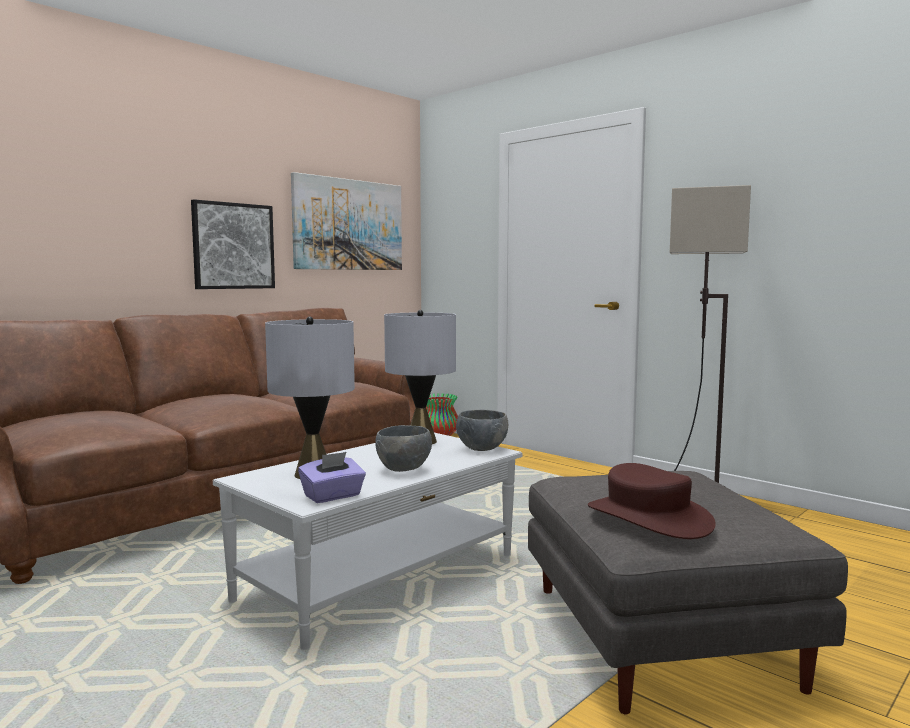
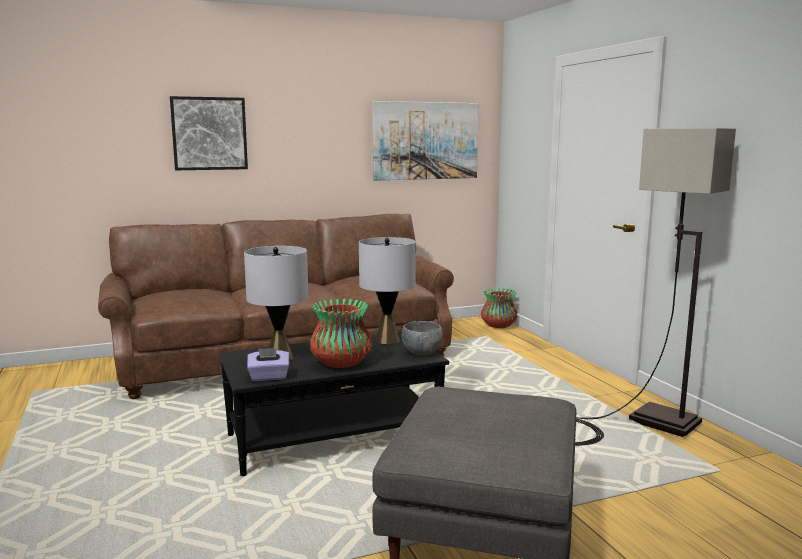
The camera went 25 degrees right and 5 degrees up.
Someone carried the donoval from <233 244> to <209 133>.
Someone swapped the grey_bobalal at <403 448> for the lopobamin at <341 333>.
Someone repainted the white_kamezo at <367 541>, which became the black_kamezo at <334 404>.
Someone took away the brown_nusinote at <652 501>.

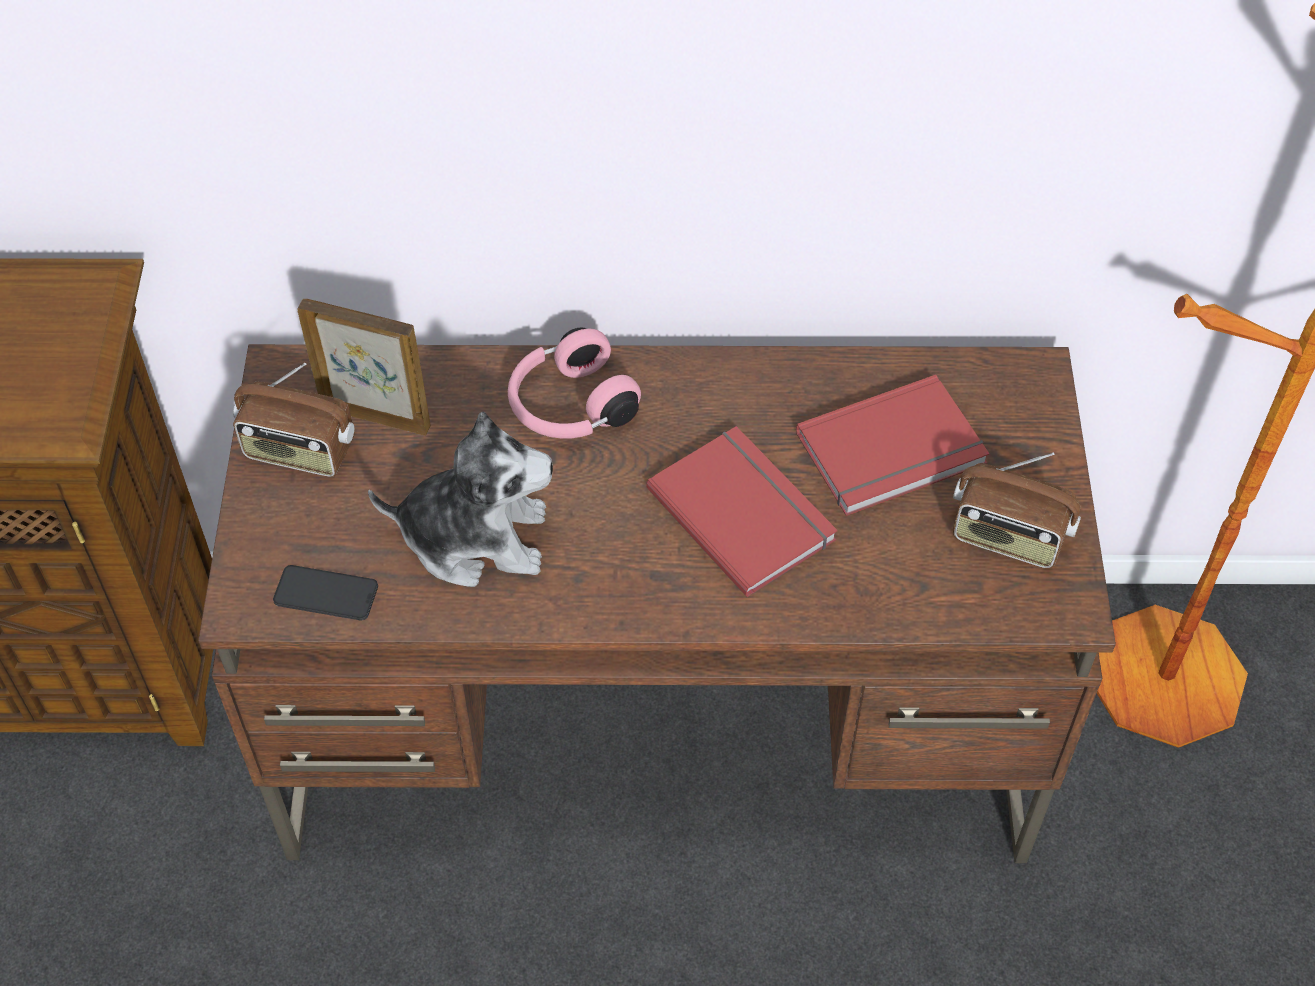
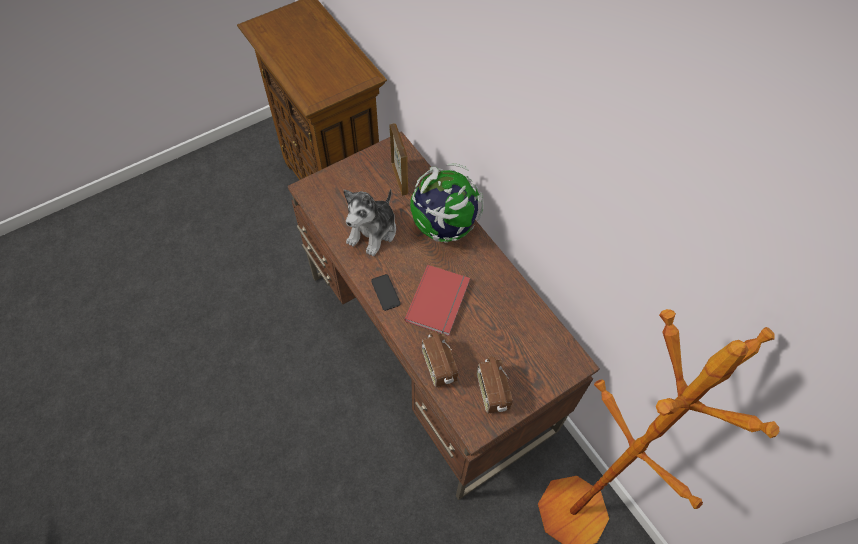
The camera went 55 degrees right and 5 degrees up.
Someone swapped the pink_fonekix at <574 383> for the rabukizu at <447 203>.
Someone carried the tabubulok from <293 420> to <440 359>.
Someone took away the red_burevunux at <892 445>.
Someone rotated the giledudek at <460 499> by 60 degrees clockwise.
Someone carried the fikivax from <325 592> to <385 292>.

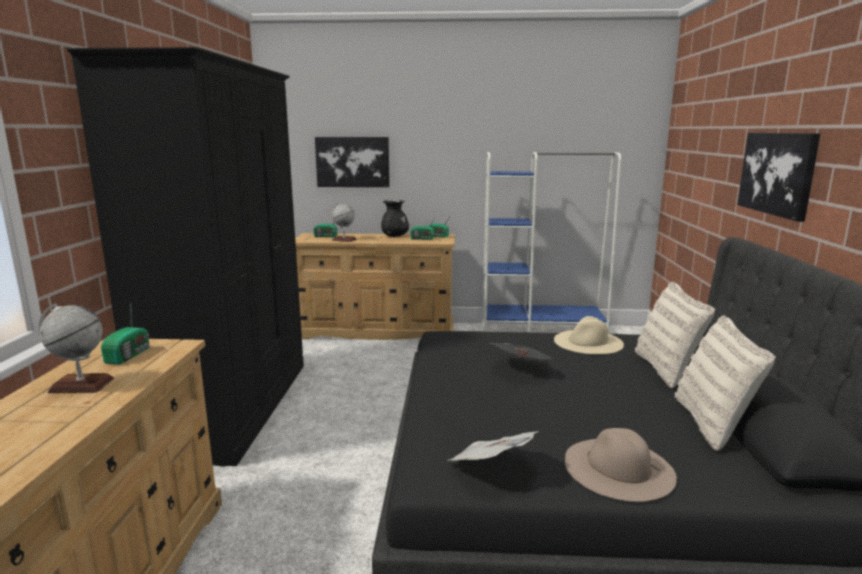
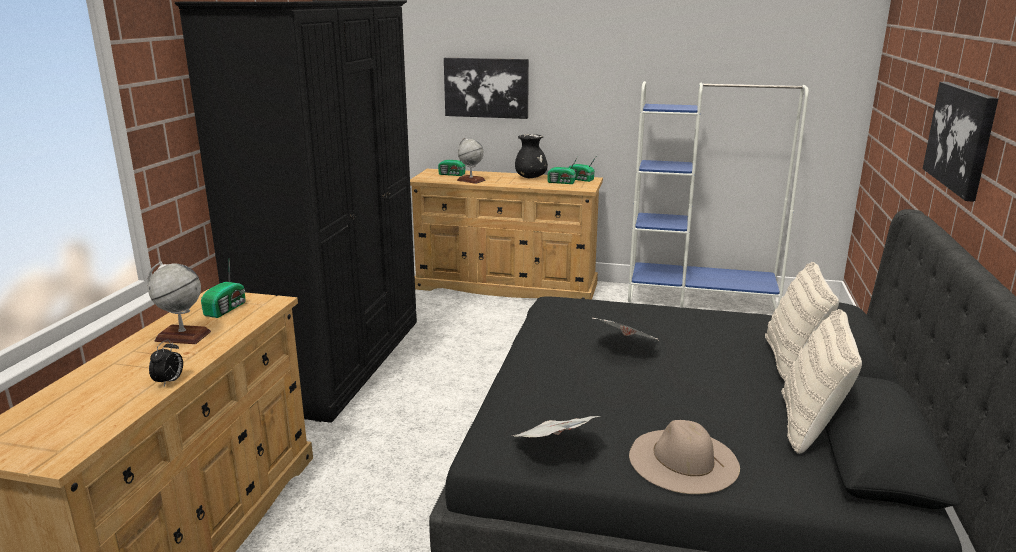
The camera went 10 degrees right and 5 degrees up.
Someone took away the beige_nusinote at <589 335>.
Someone put down the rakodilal at <166 363>.

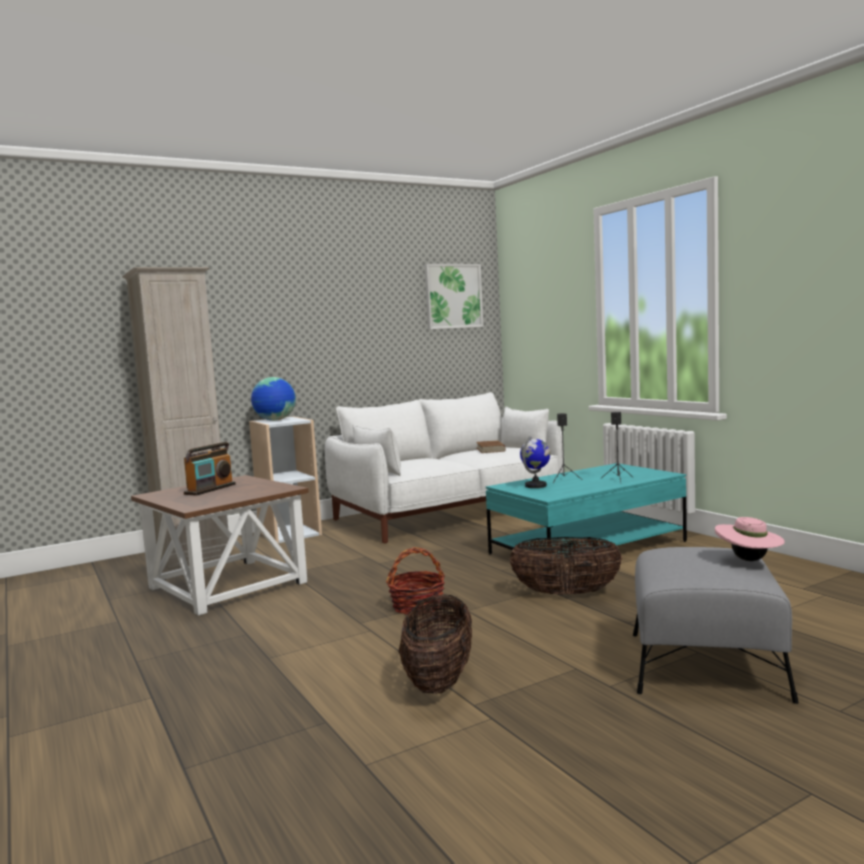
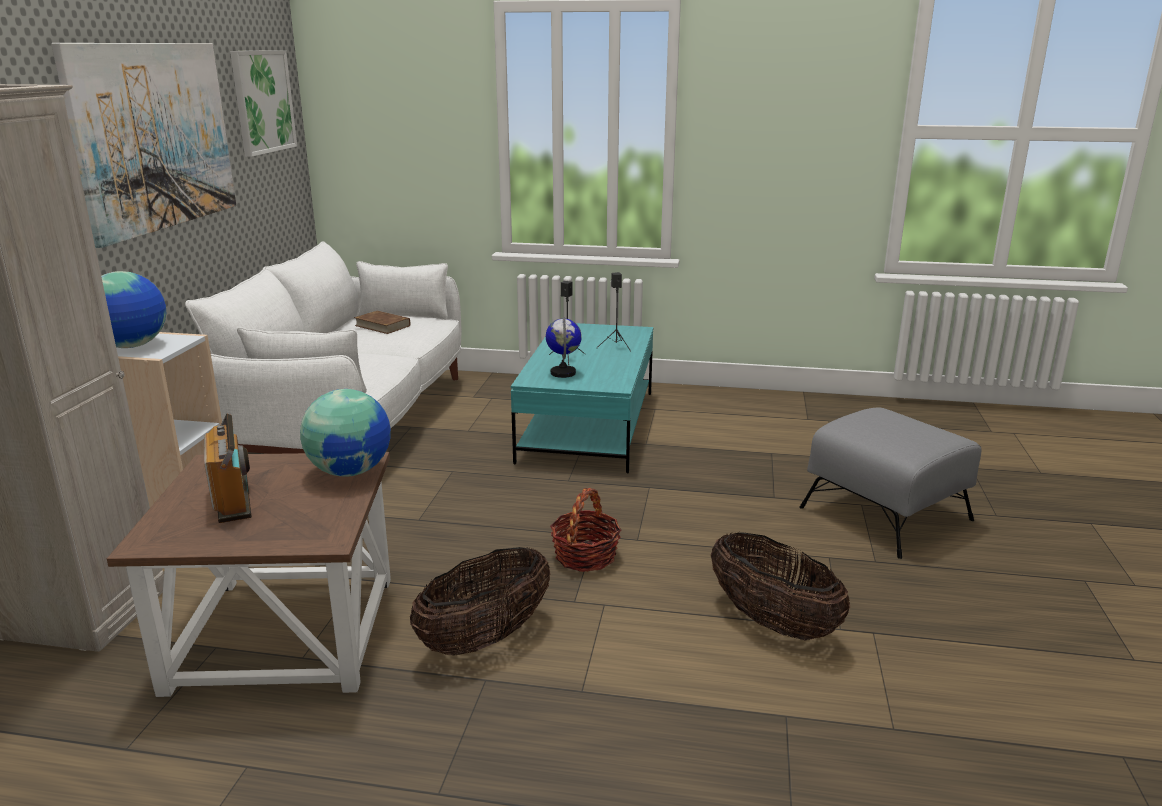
The camera went 50 degrees left and 15 degrees up.
Someone took away the pink_nusinote at <750 539>.
Someone carried the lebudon from <566 566> to <480 601>.
Someone put up the donoval at <143 145>.
Someone put down the rabukizu at <345 433>.

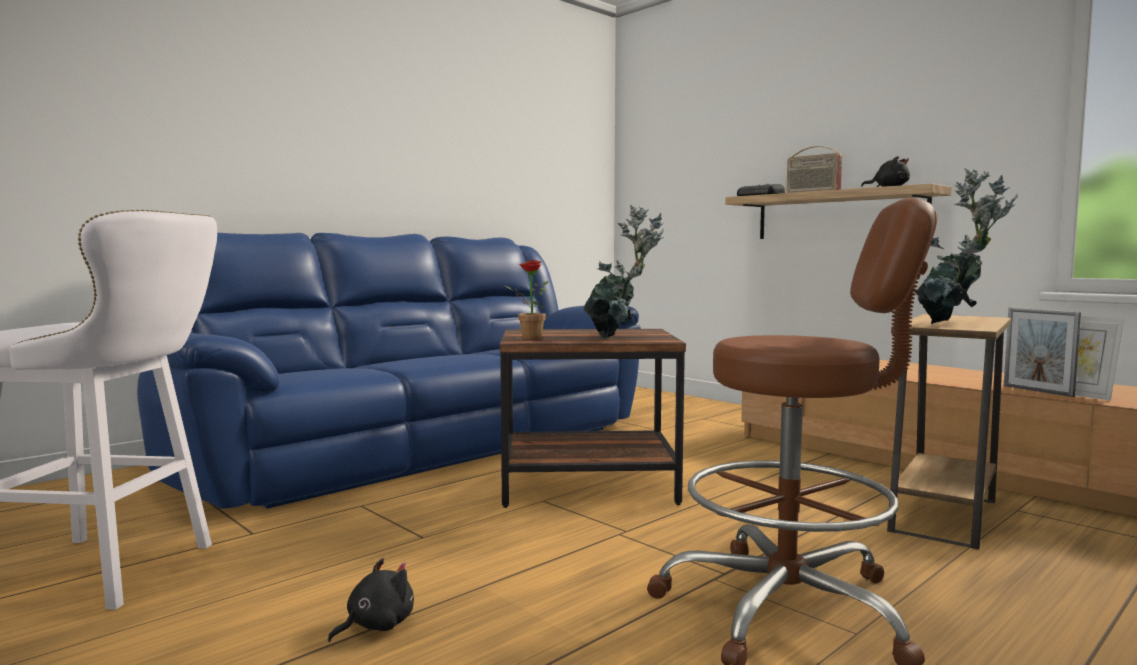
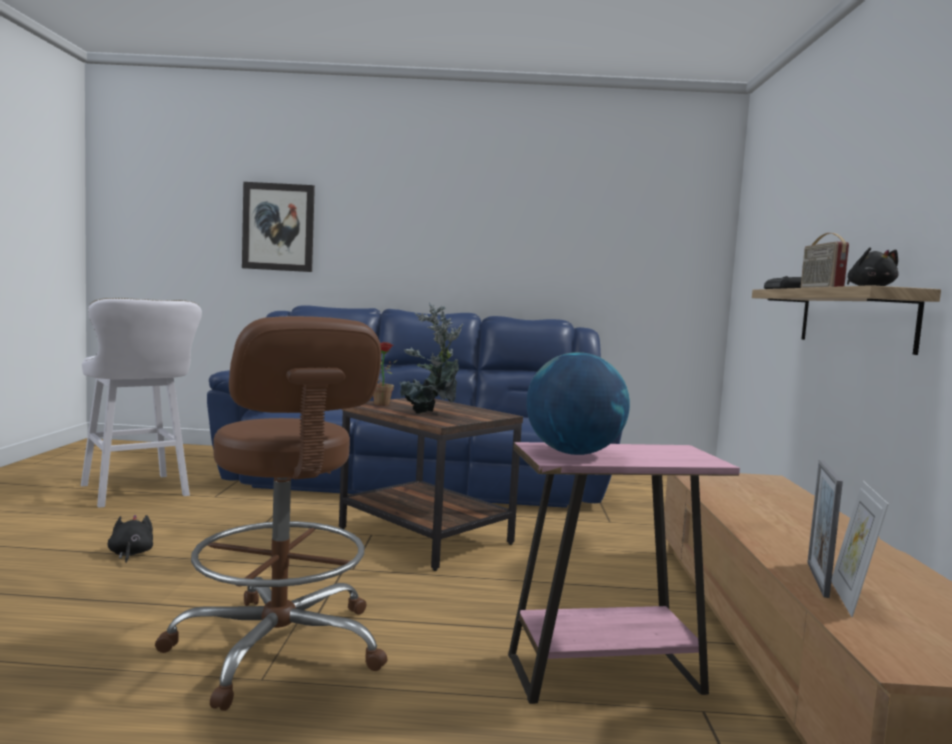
The camera went 45 degrees right and 0 degrees up.
Someone swapped the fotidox at <966 246> for the rabukizu at <578 403>.
Someone repainted the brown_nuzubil at <949 432>, which became the pink_nuzubil at <624 573>.
Someone rotated the black_giledudek at <371 600> by 105 degrees counterclockwise.
Someone put up the donoval at <278 227>.

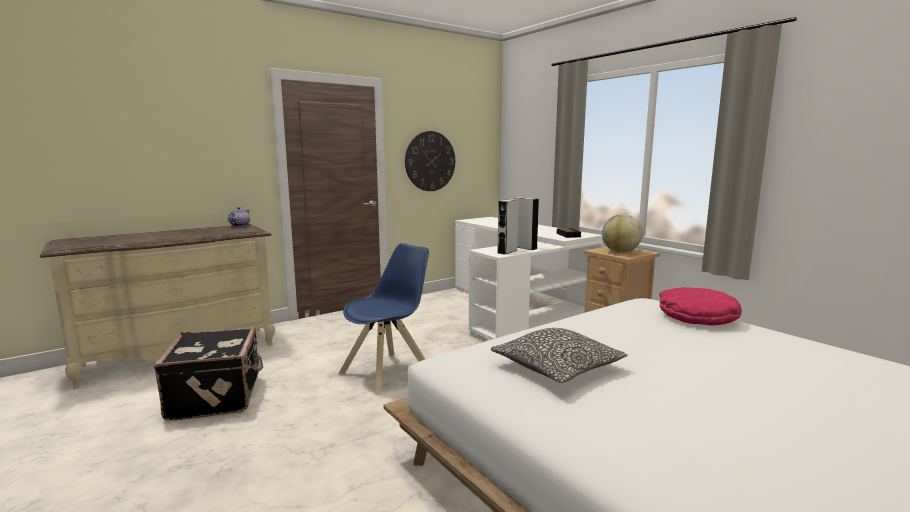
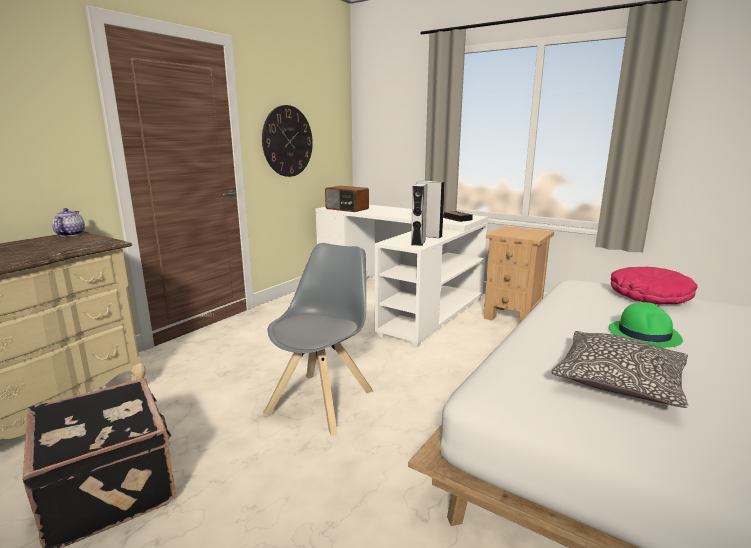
The camera went 20 degrees left and 5 degrees up.
Someone took away the rabukizu at <622 233>.
Someone repainted the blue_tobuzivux at <383 319>, which became the grey_tobuzivux at <318 339>.
Someone put down the tabubulok at <347 199>.
Someone put down the green_nusinote at <646 325>.

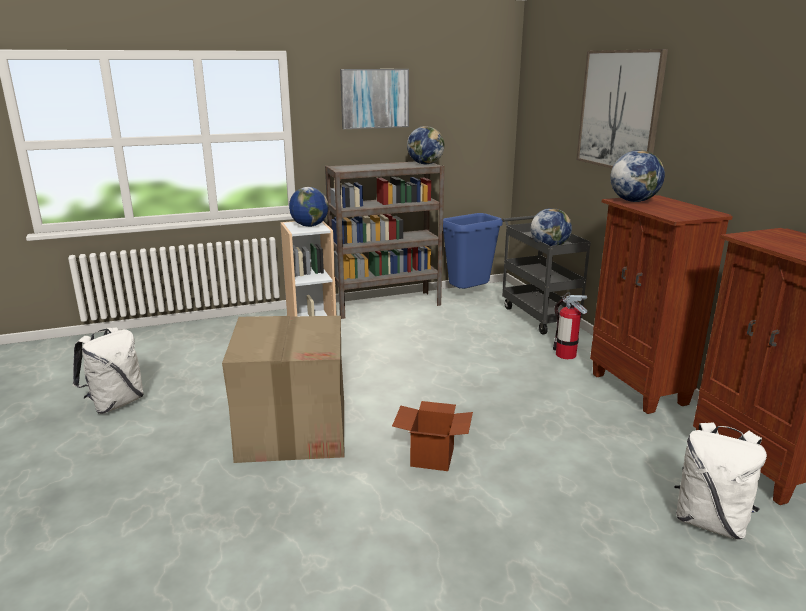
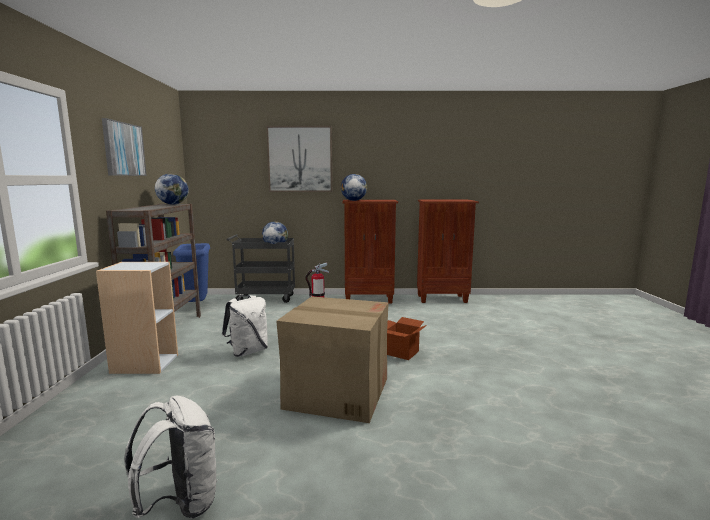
The camera went 70 degrees left and 10 degrees down.
Someone took away the rabukizu at <309 207>.
Someone carried the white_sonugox from <720 480> to <245 326>.

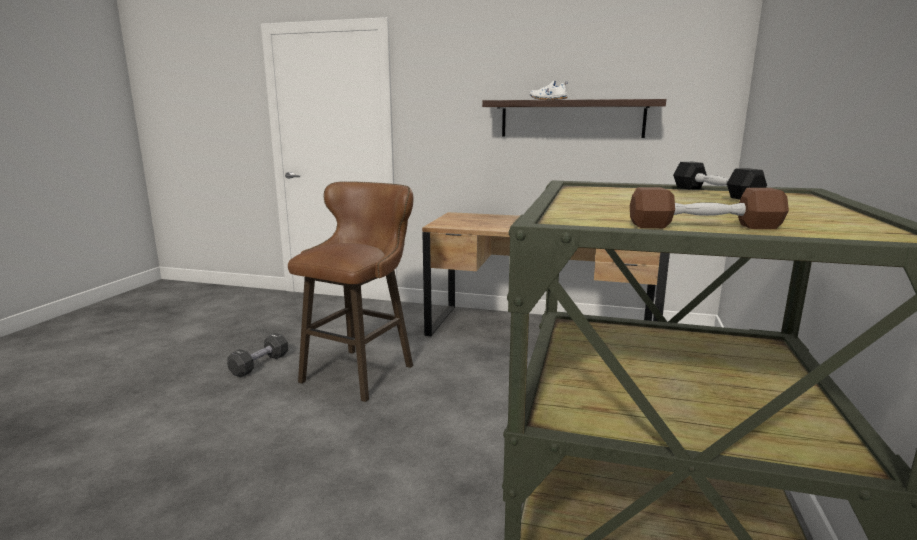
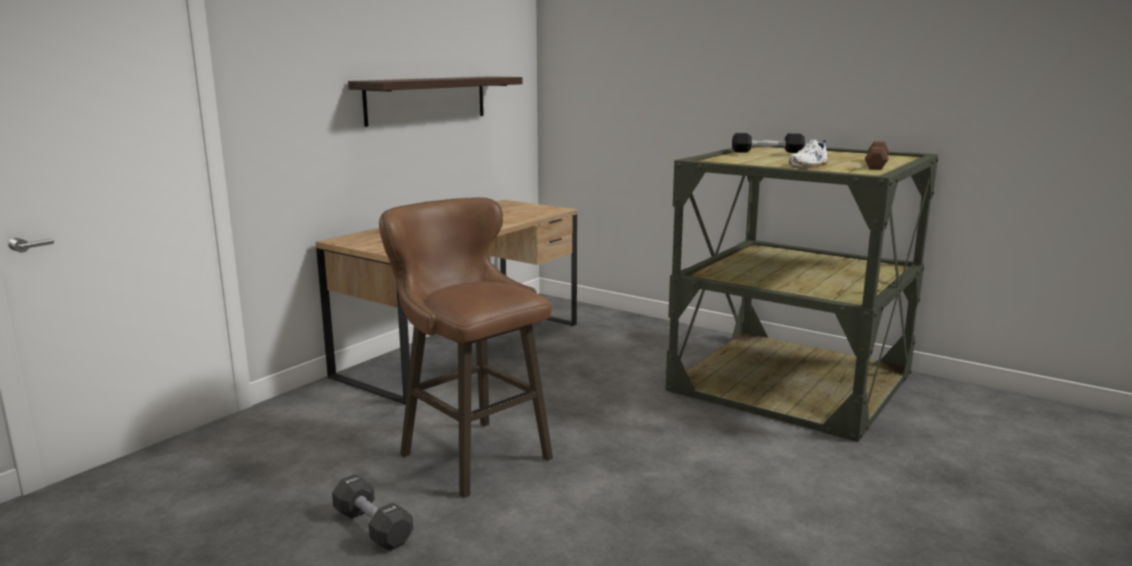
The camera went 70 degrees left and 0 degrees up.
Someone carried the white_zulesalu from <549 90> to <808 153>.

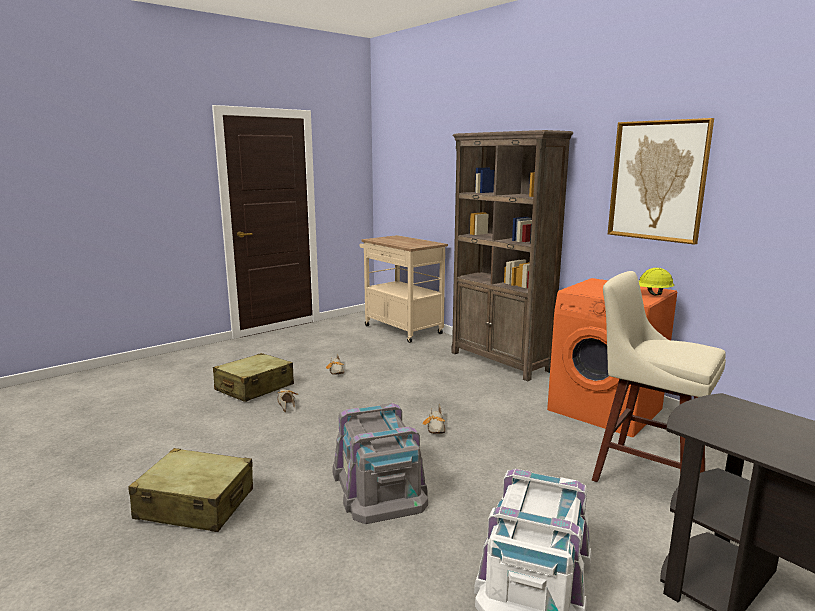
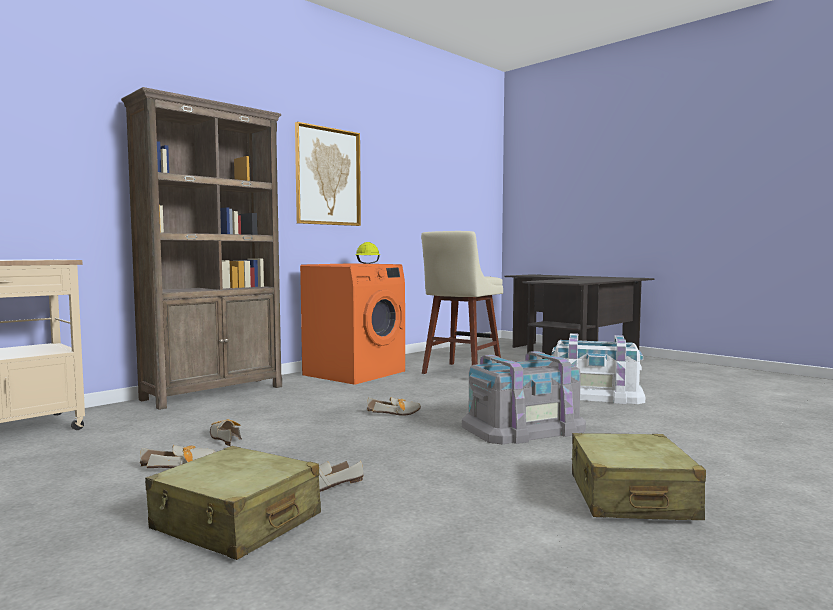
The camera went 95 degrees left and 10 degrees down.
Someone put down the zulesalu at <226 432>.

